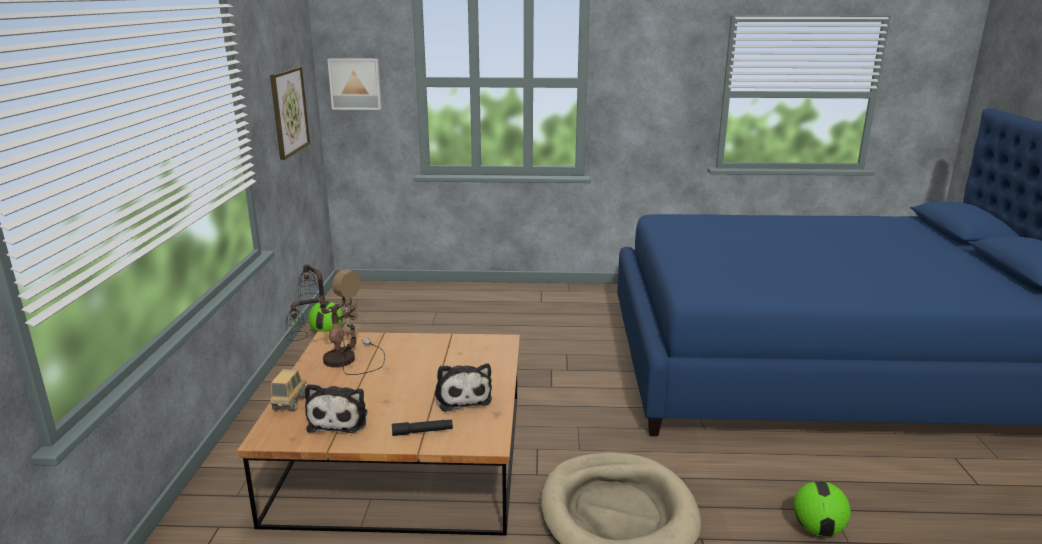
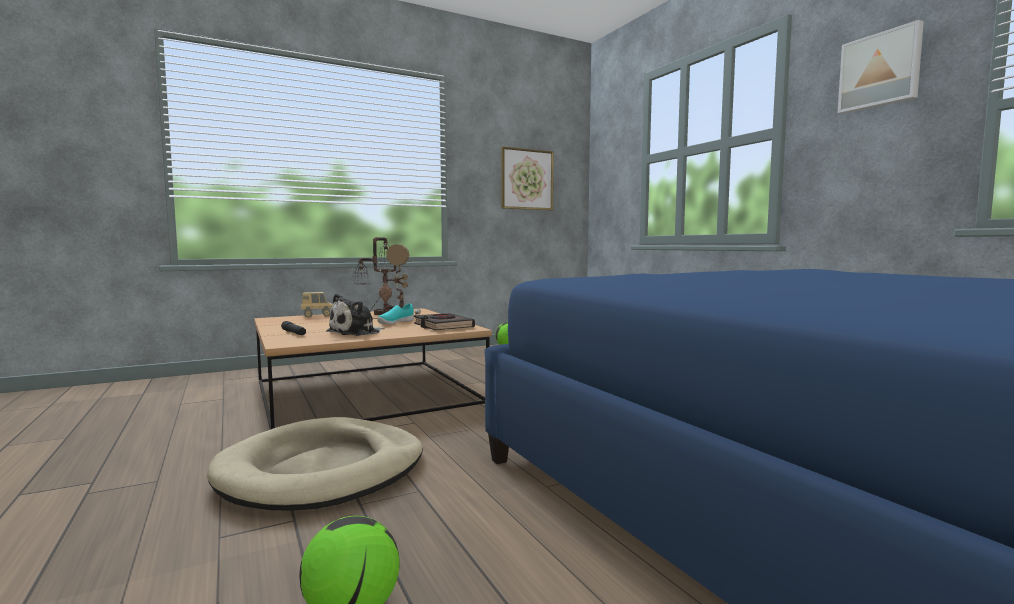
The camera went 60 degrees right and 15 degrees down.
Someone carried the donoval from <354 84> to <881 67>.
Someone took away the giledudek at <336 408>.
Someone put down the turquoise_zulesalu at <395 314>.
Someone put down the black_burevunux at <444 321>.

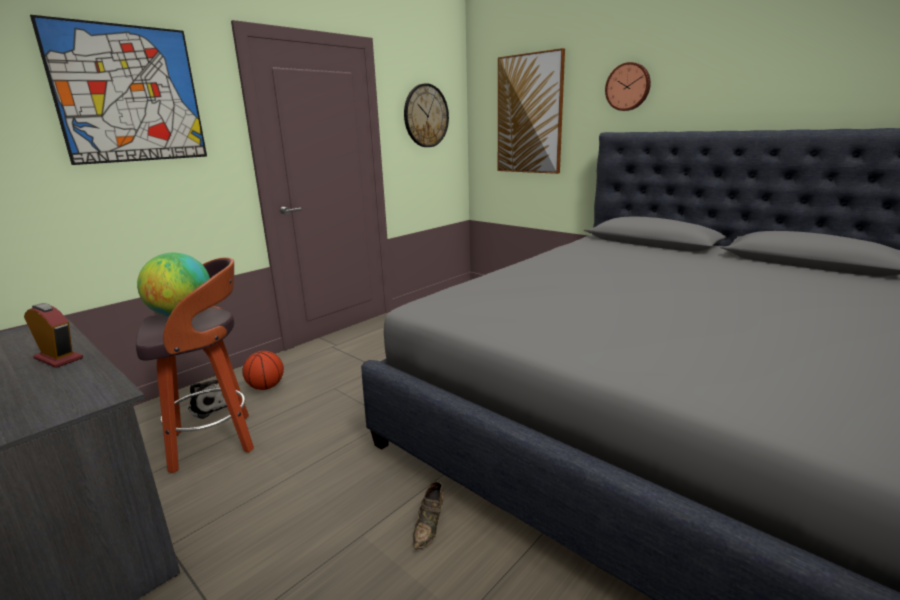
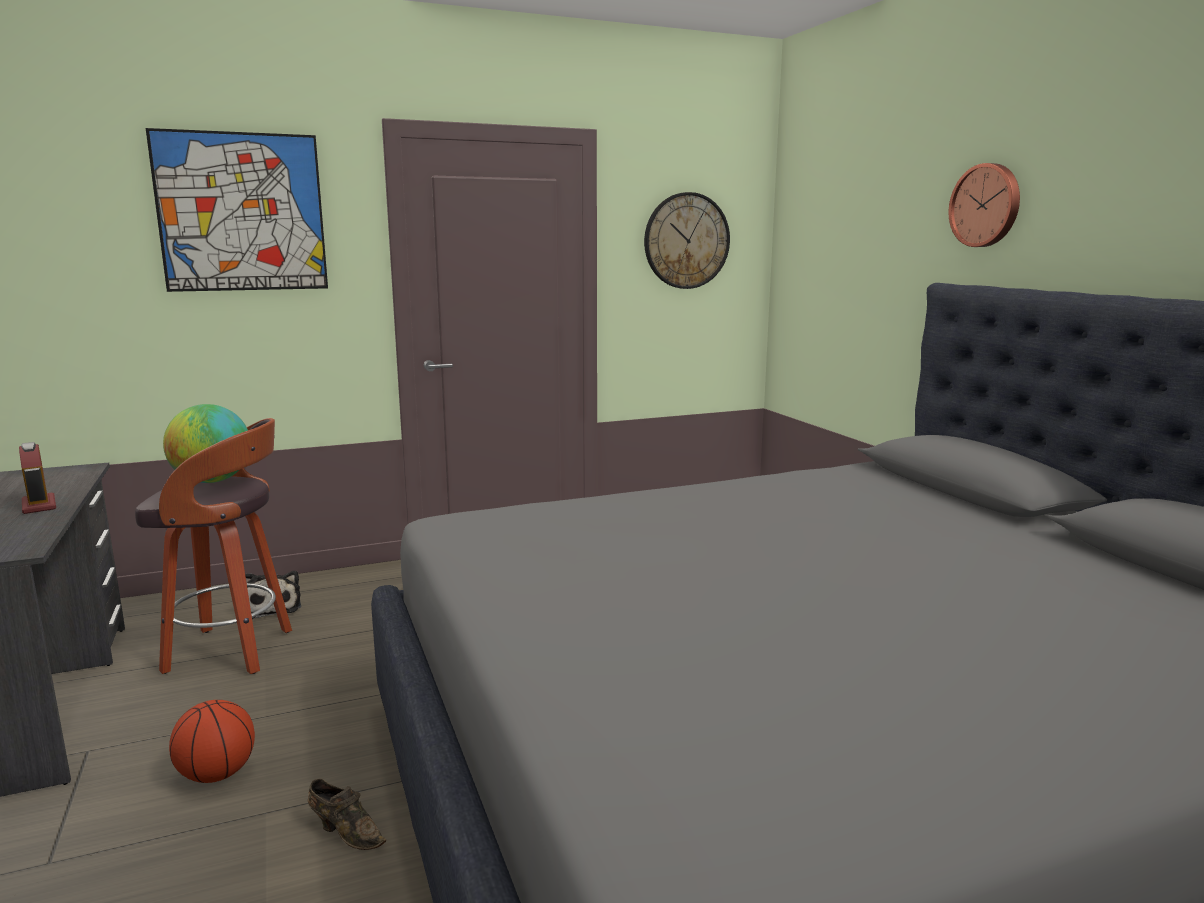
The camera went 25 degrees right and 5 degrees down.
Someone took away the donoval at <531 111>.
Someone carried the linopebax from <263 370> to <212 741>.
Someone rotated the brown_zulesalu at <428 515> by 105 degrees counterclockwise.

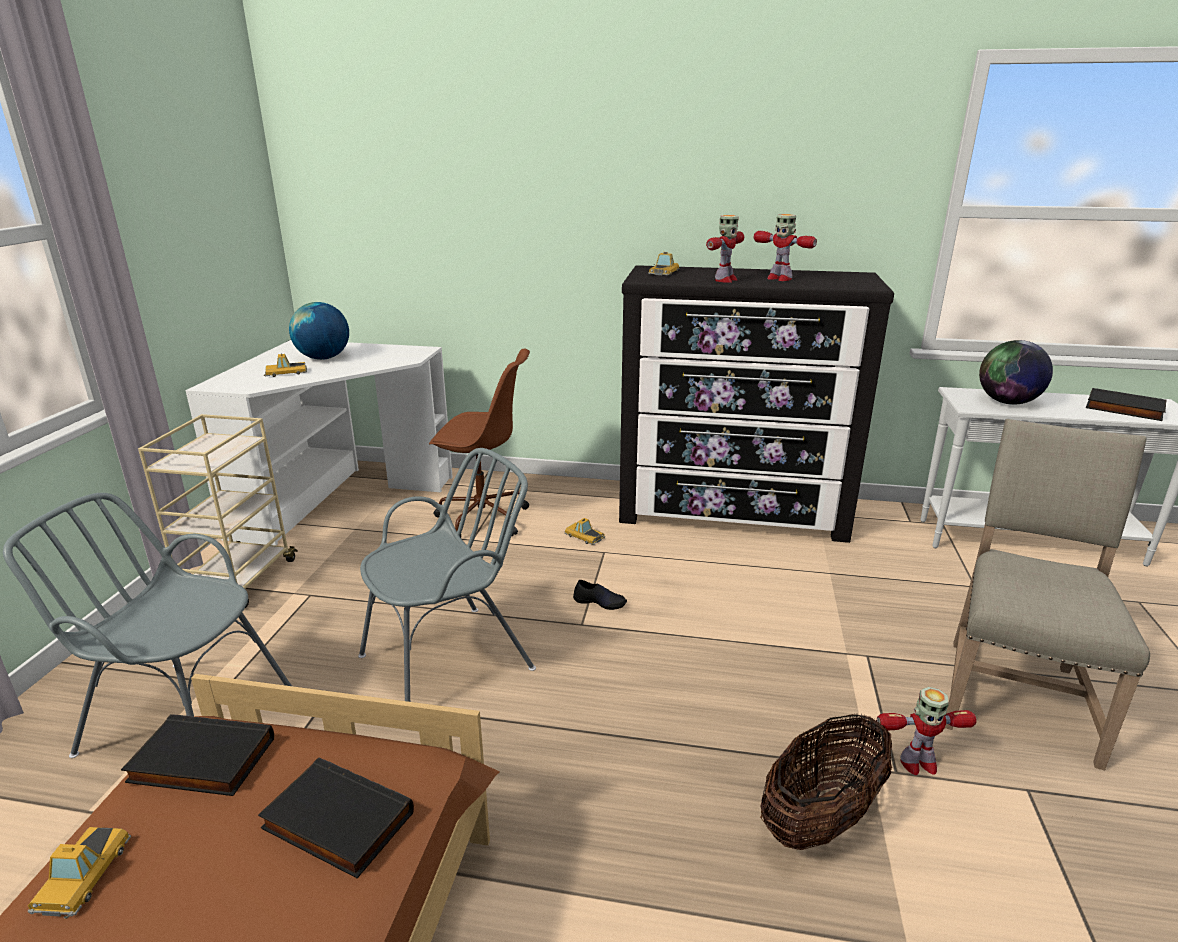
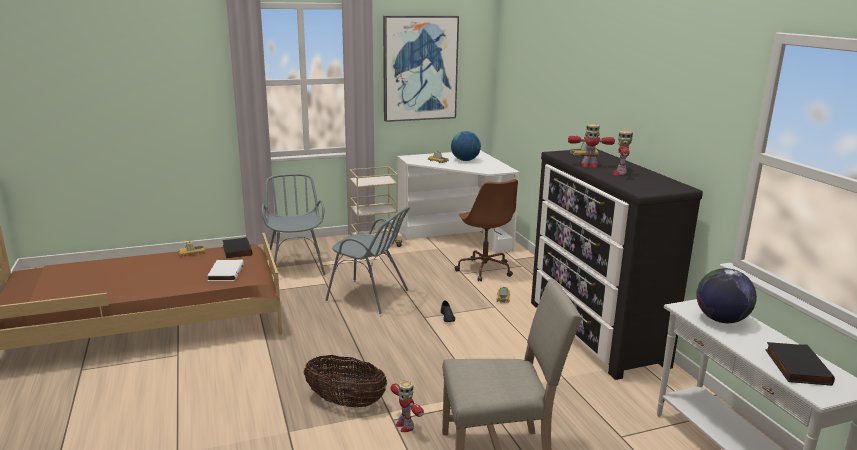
The camera went 60 degrees right and 5 degrees down.
Someone repainted the black_burevunux at <336 817>, which became the white_burevunux at <225 270>.
Someone put up the donoval at <421 69>.

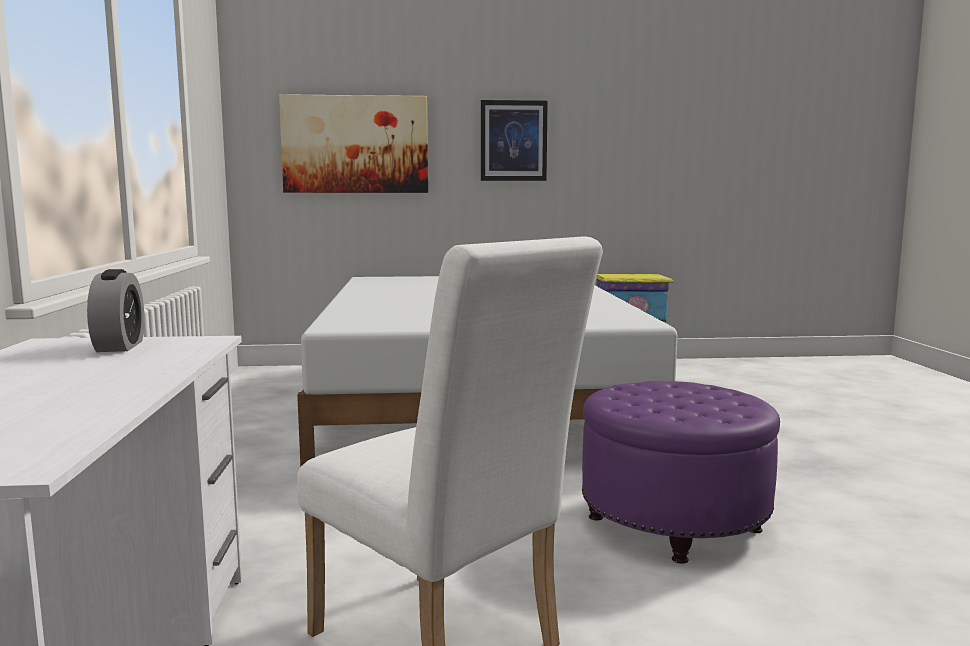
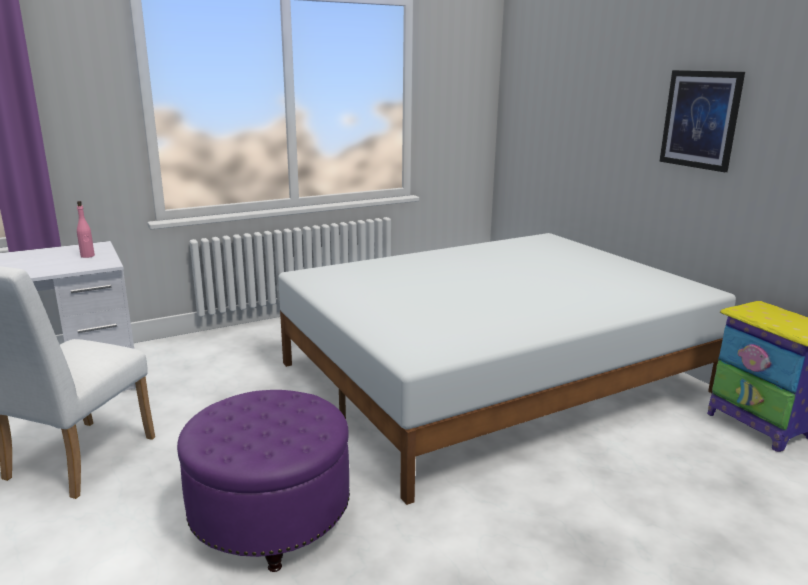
The camera went 65 degrees right and 10 degrees up.
Someone took away the donoval at <353 143>.
Someone swapped the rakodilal at <115 310> for the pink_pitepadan at <86 229>.

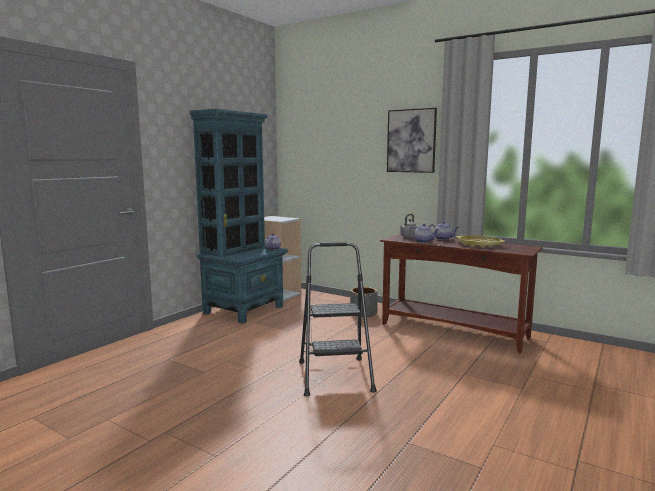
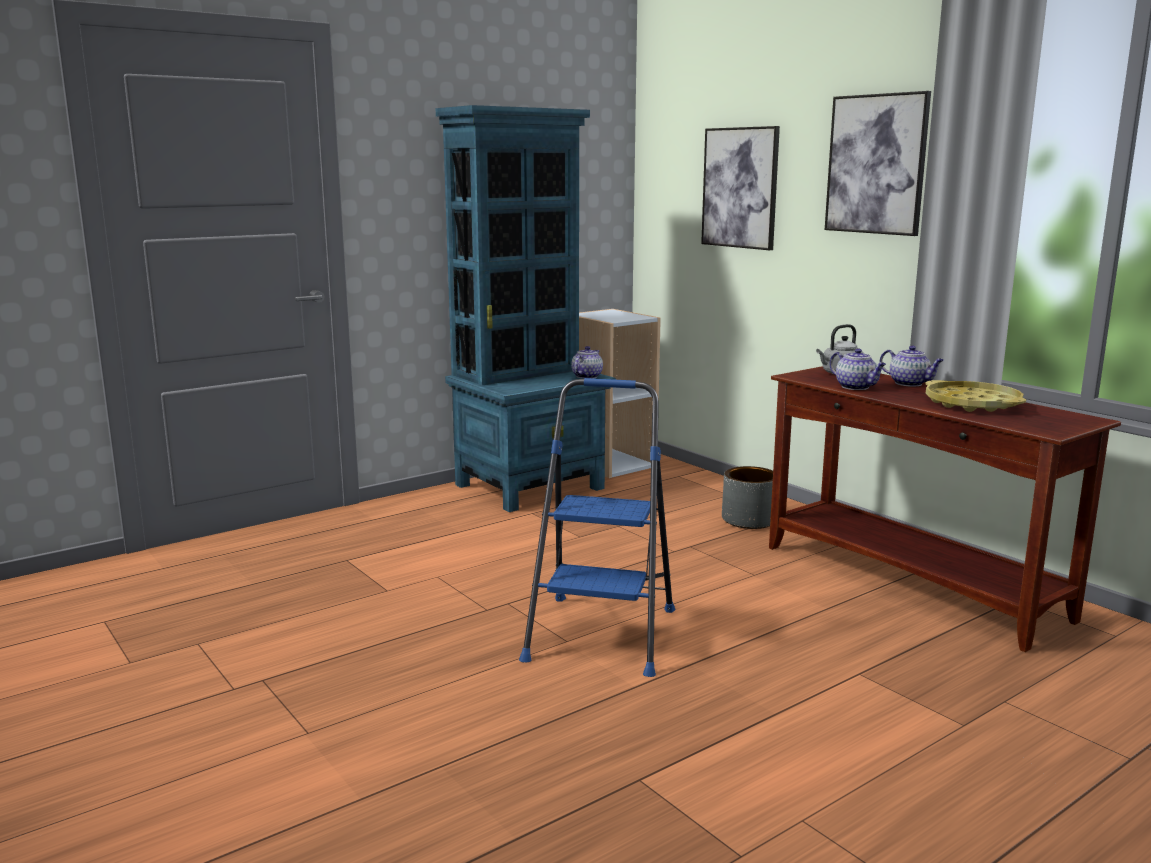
The camera went 20 degrees right and 5 degrees up.
Someone repainted the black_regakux at <338 319>, which became the blue_regakux at <597 527>.
Someone put up the donoval at <740 188>.

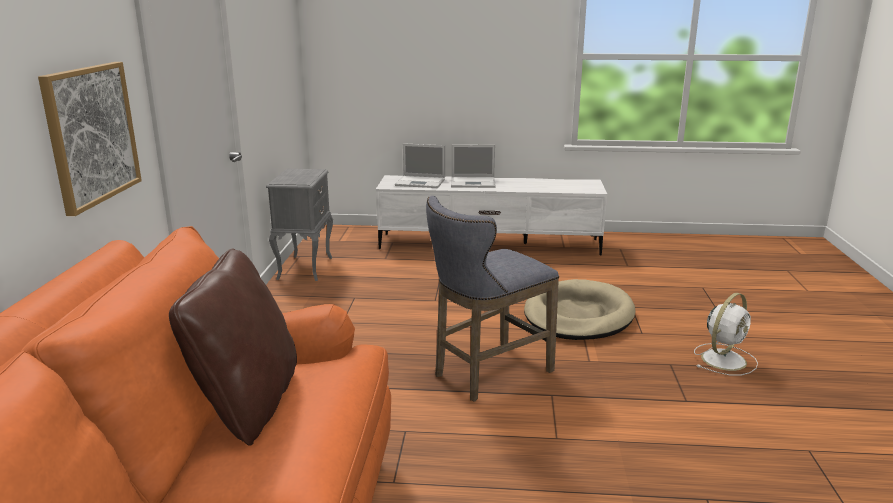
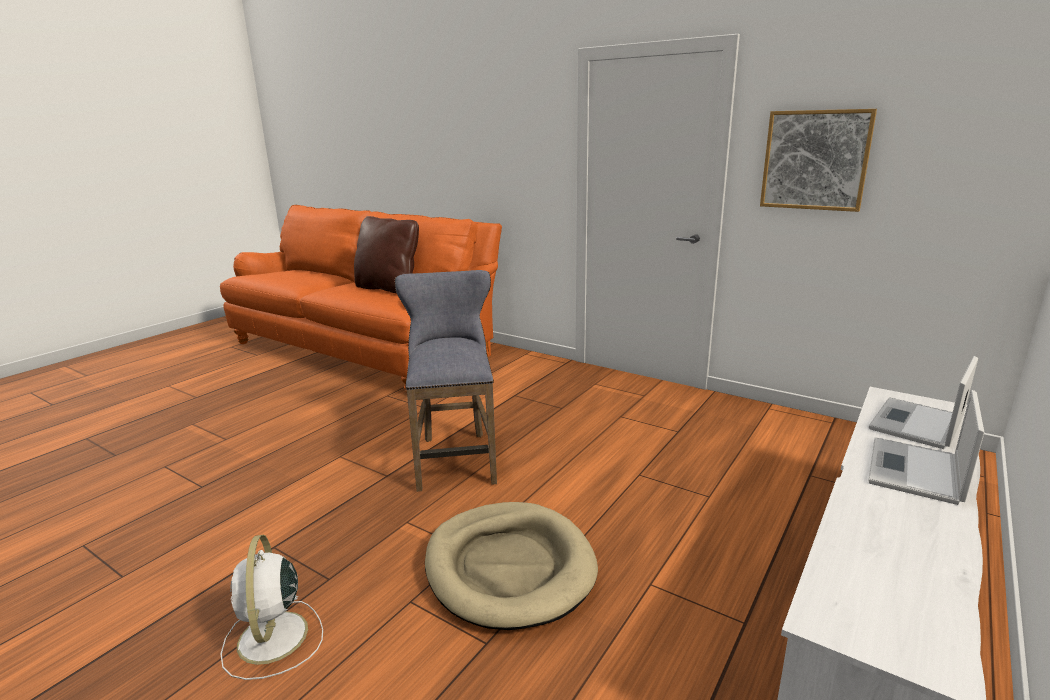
The camera went 120 degrees right and 0 degrees up.
Someone carried the donoval from <90 139> to <818 160>.
Someone took away the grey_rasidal at <299 224>.

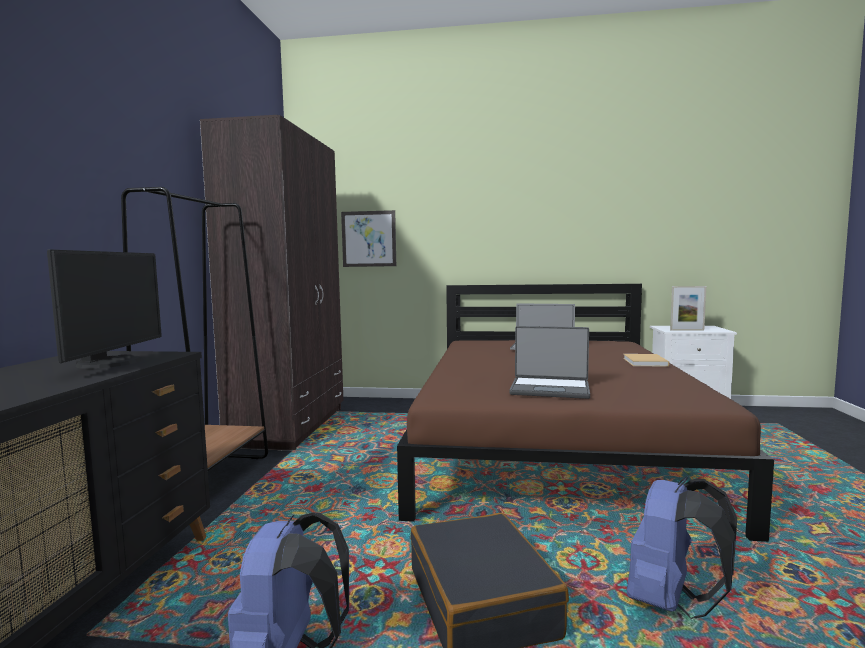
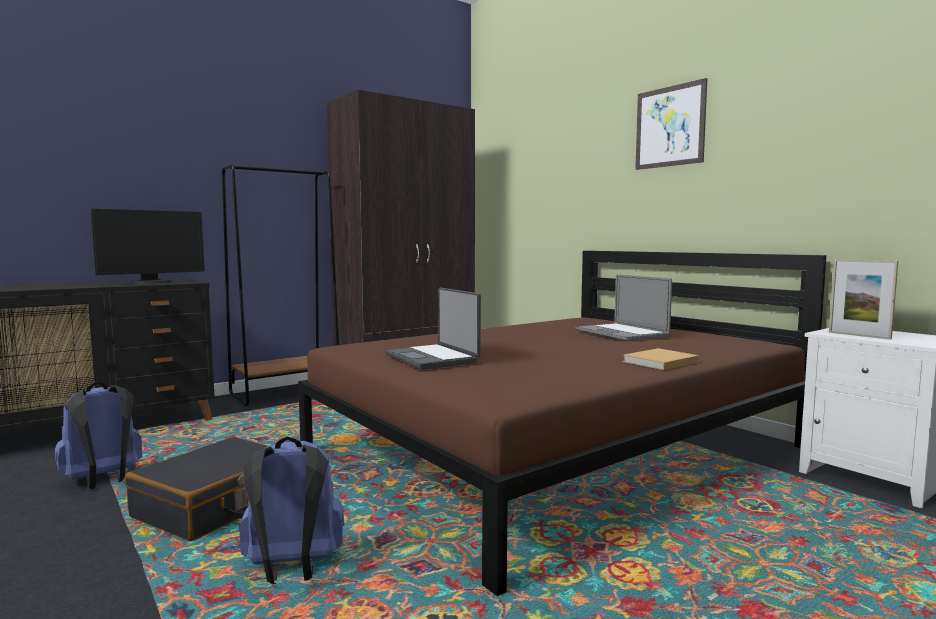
The camera went 45 degrees right and 0 degrees up.
Someone carried the donoval from <368 238> to <671 124>.

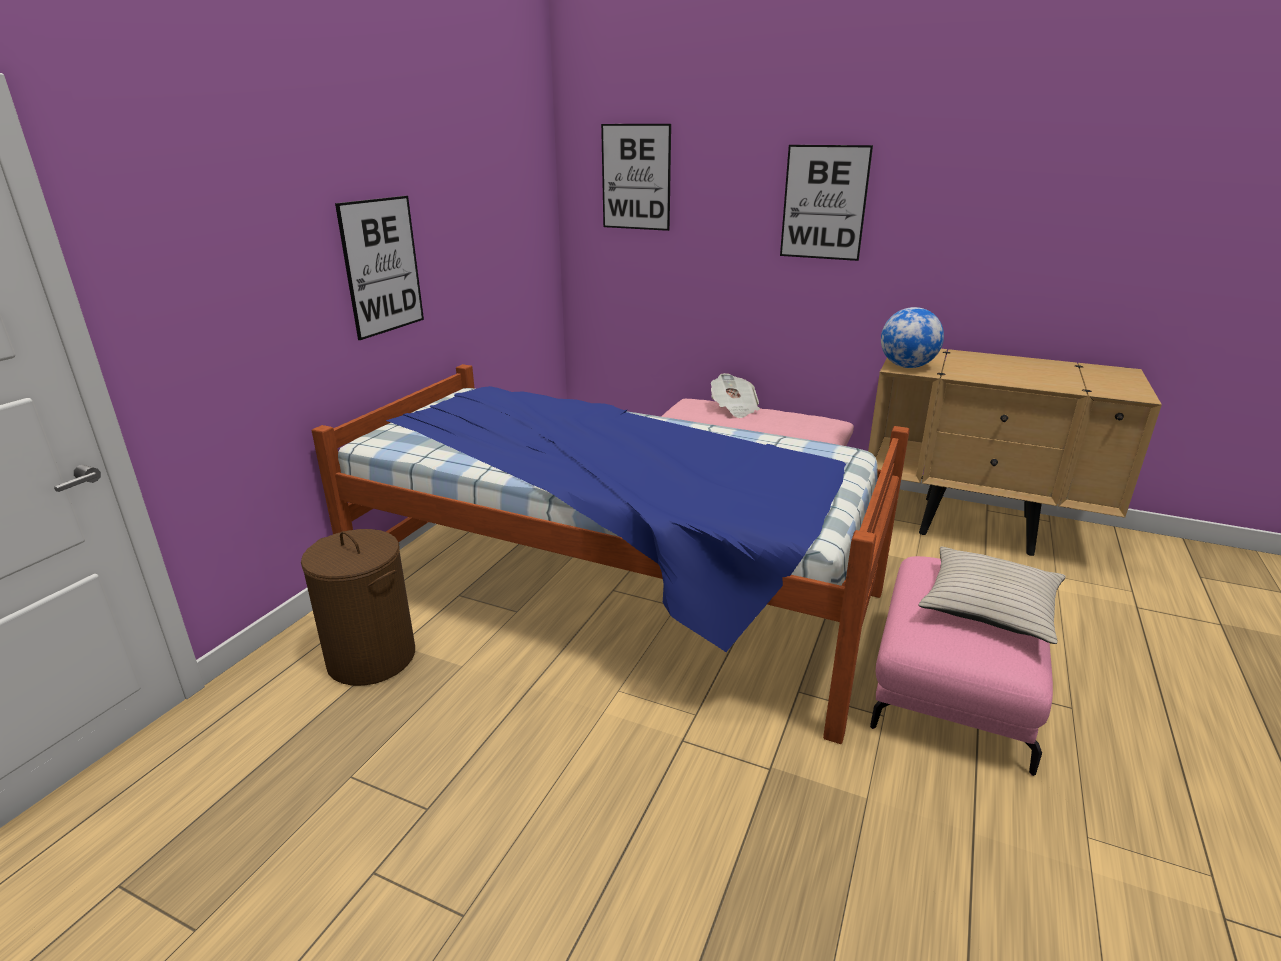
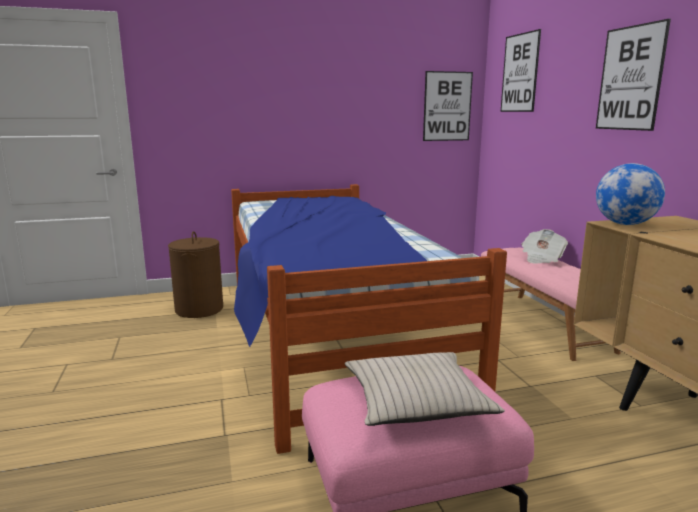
The camera went 50 degrees right and 10 degrees down.
Someone carried the donoval from <379 268> to <448 106>.

